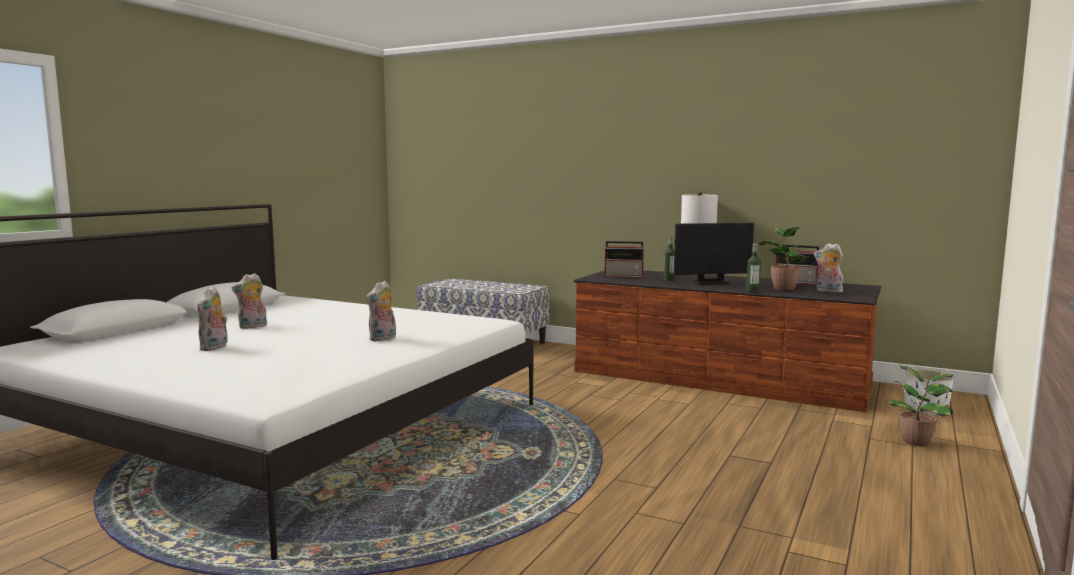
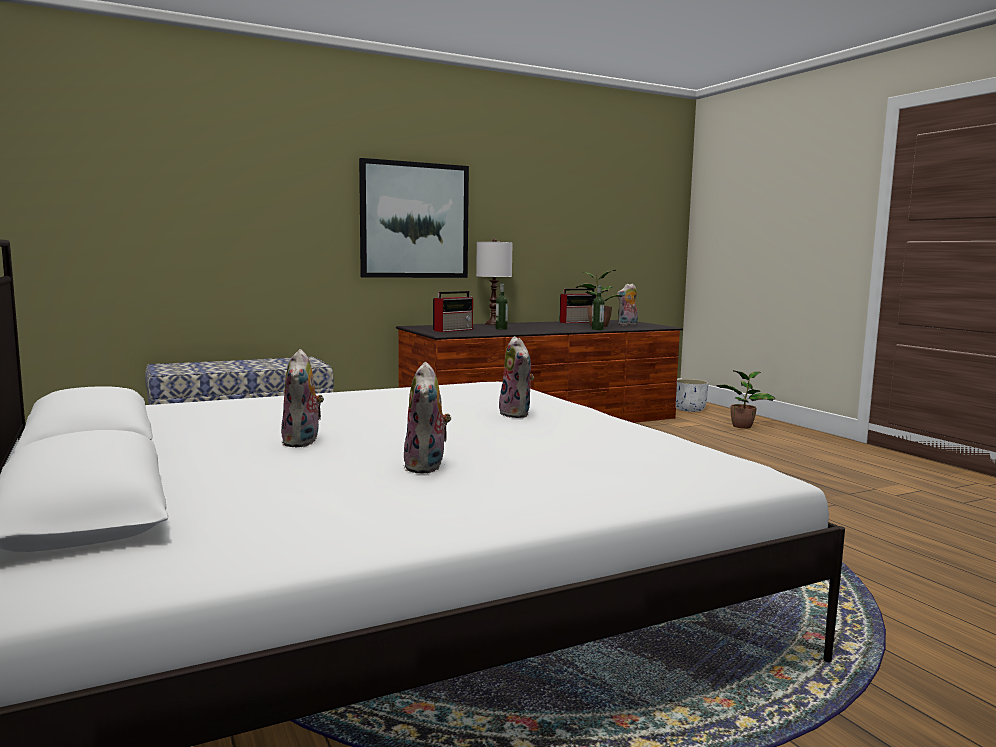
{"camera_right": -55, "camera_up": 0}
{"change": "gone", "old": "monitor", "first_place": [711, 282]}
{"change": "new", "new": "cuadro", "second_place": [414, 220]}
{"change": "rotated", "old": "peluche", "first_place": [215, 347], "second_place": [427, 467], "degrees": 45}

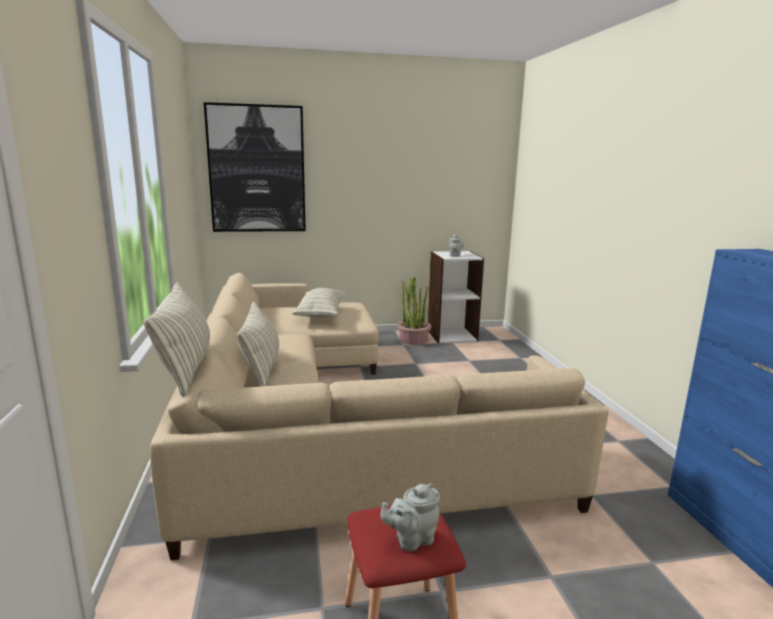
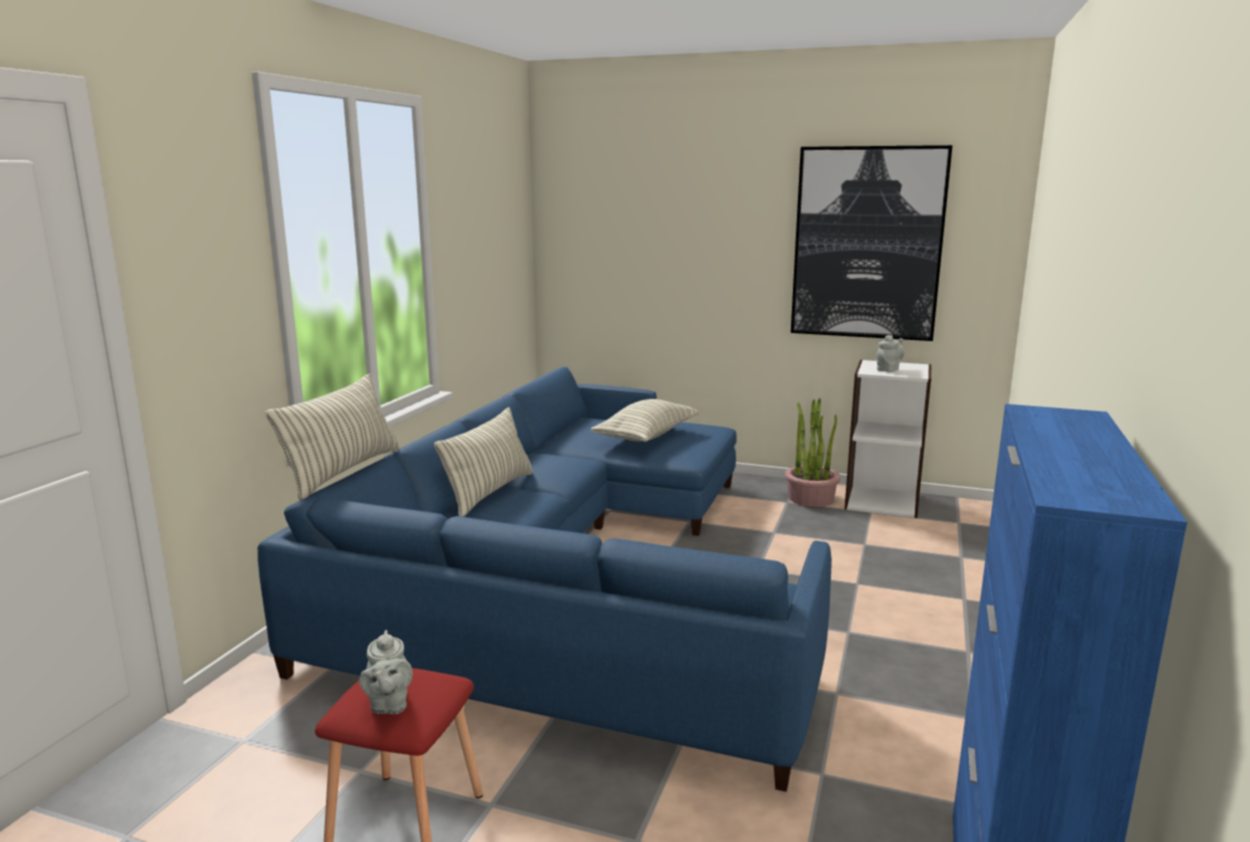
{"camera_right": 30, "camera_up": 0}
{"change": "shifted", "old": "cuadro", "first_place": [257, 169], "second_place": [867, 243]}
{"change": "repainted", "old": "sofá [beis]", "new": "sofá [azul]", "first_place": [318, 417], "second_place": [566, 574]}
{"change": "rotated", "old": "tetera [gris]", "first_place": [411, 539], "second_place": [389, 704], "degrees": -105}

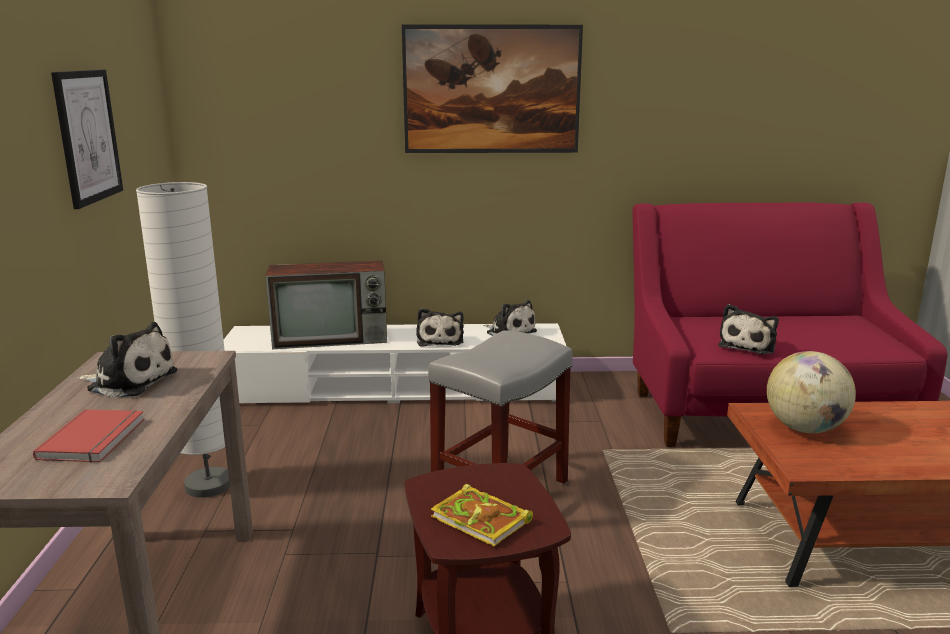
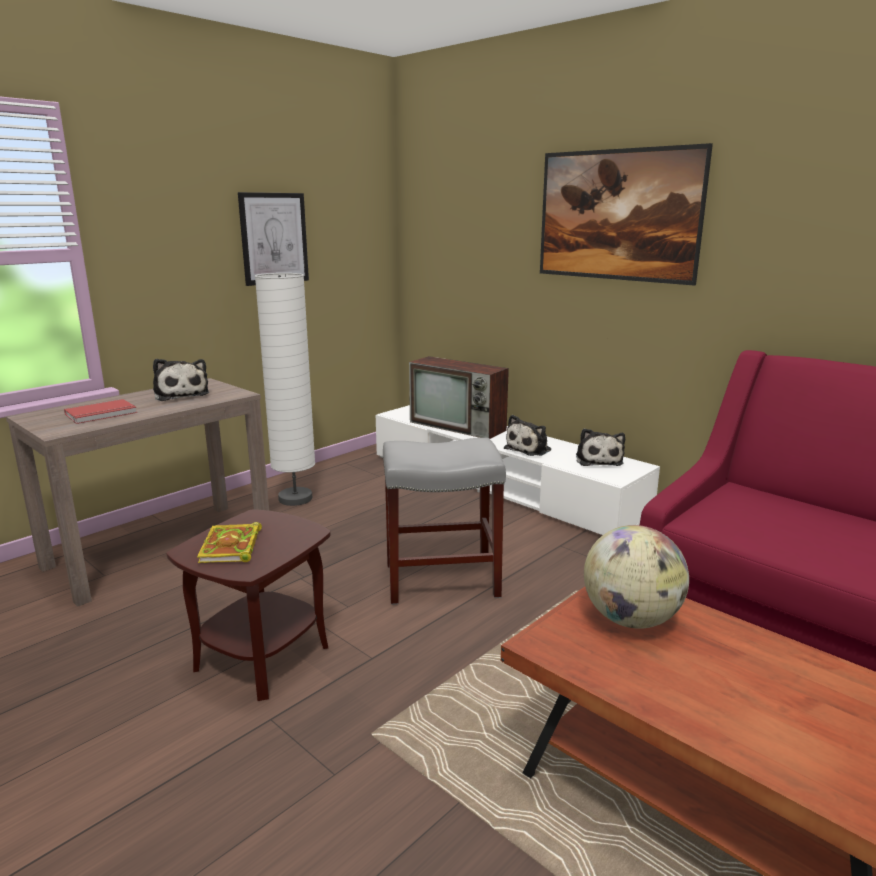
{"camera_right": 45, "camera_up": 0}
{"change": "gone", "old": "peluche", "first_place": [748, 345]}

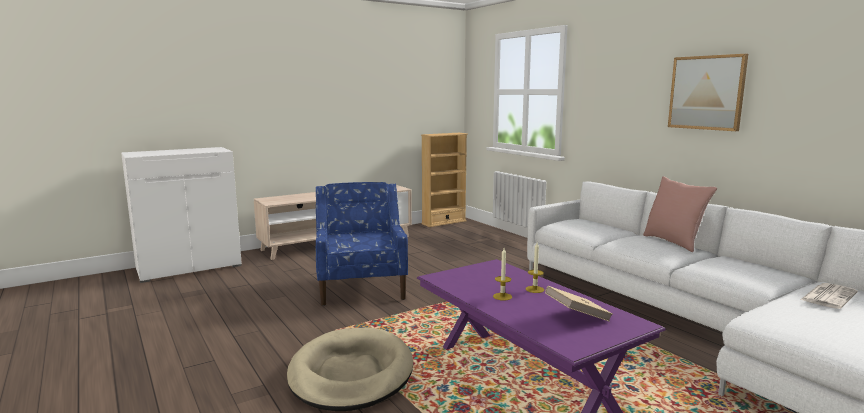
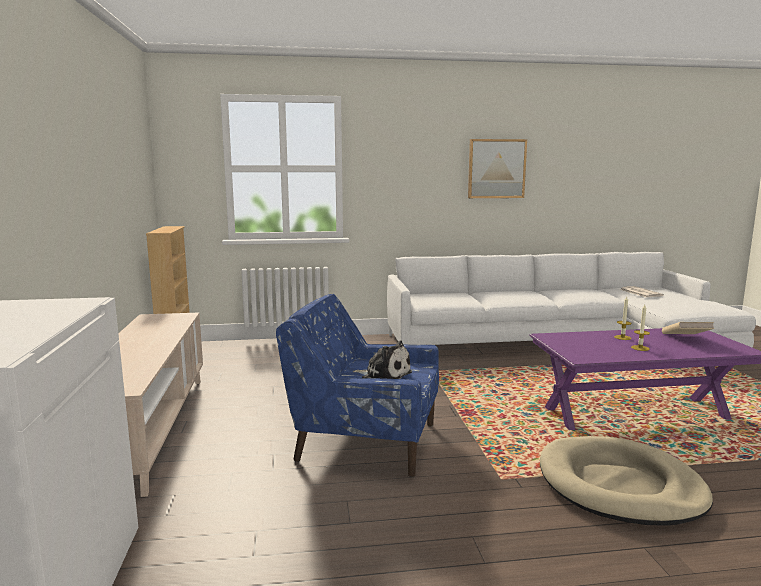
{"camera_right": -65, "camera_up": 0}
{"change": "gone", "old": "cojín [rosa]", "first_place": [673, 242]}
{"change": "new", "new": "peluche", "second_place": [384, 376]}

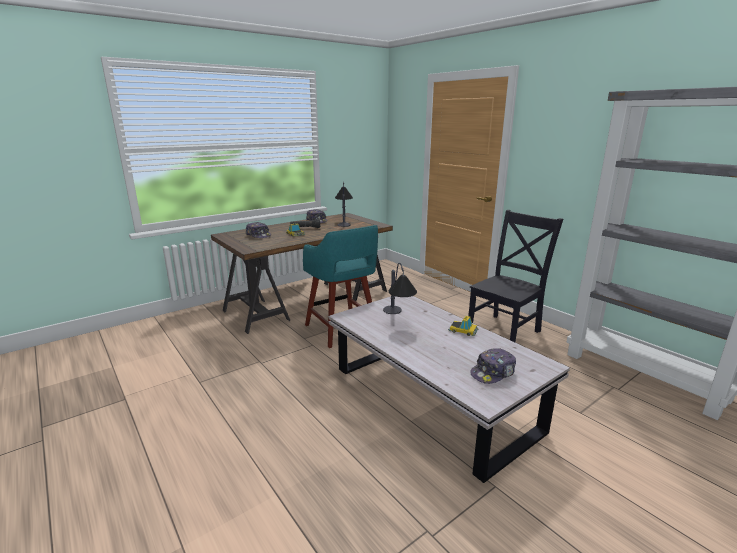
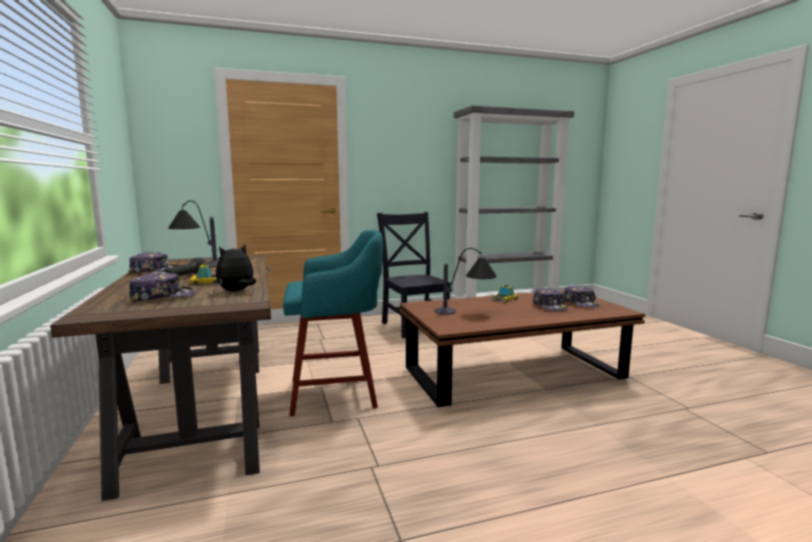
{"camera_right": -70, "camera_up": -10}
{"change": "new", "new": "peluche", "second_place": [237, 291]}
{"change": "new", "new": "gorra", "second_place": [549, 306]}
{"change": "repainted", "old": "mesa de centro [blanco]", "new": "mesa de centro [marrón]", "first_place": [432, 400], "second_place": [514, 374]}

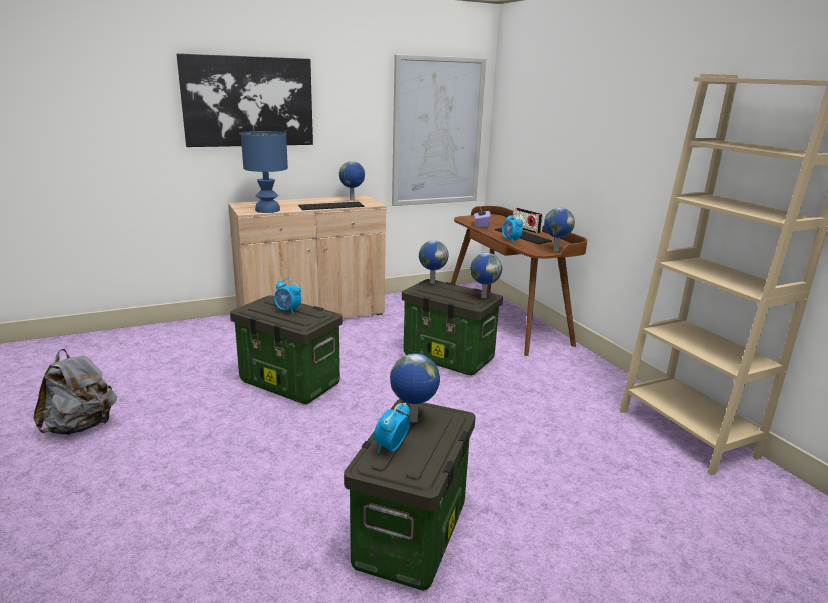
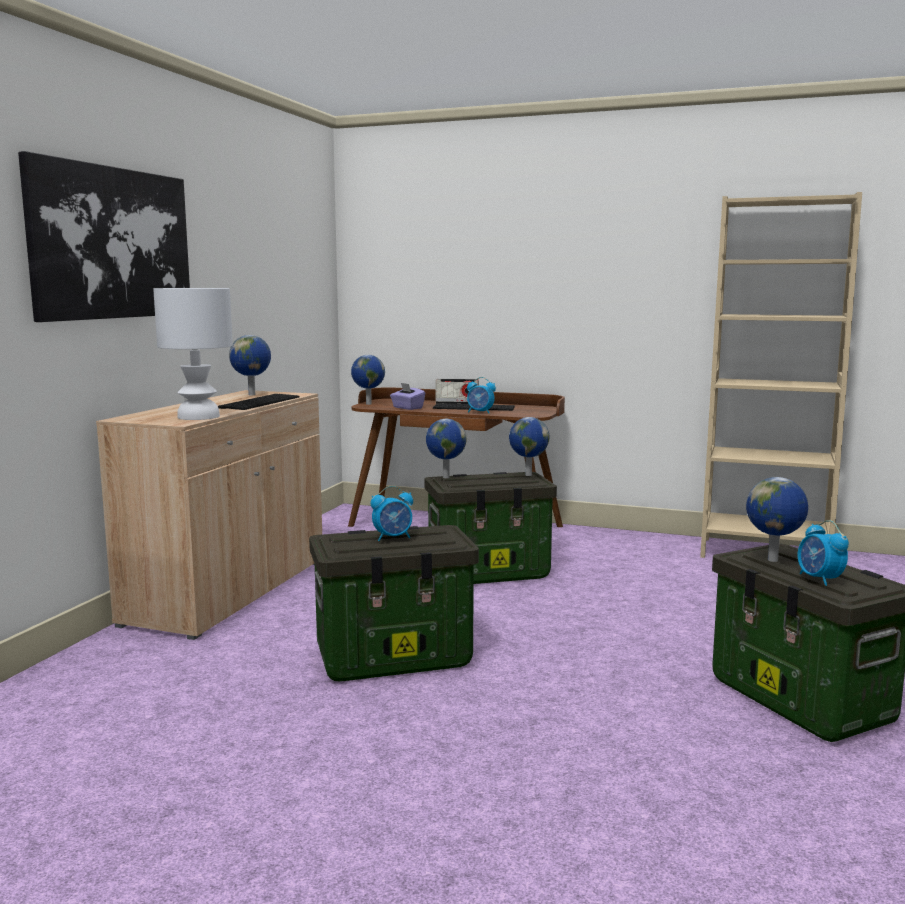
{"camera_right": -45, "camera_up": -10}
{"change": "gone", "old": "mochila [gris]", "first_place": [81, 426]}
{"change": "gone", "old": "cuadro", "first_place": [437, 132]}
{"change": "shifted", "old": "globo terráqueo", "first_place": [555, 250], "second_place": [368, 404]}
{"change": "repainted", "old": "lámpara de mesa [azul]", "new": "lámpara de mesa [blanco]", "first_place": [268, 210], "second_place": [199, 416]}

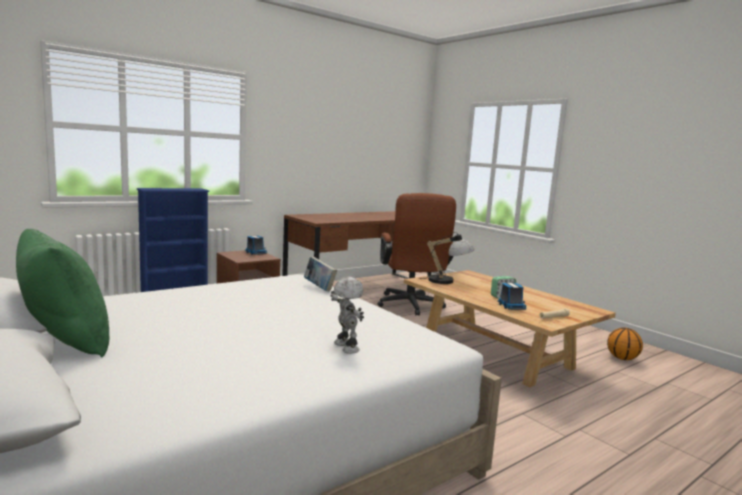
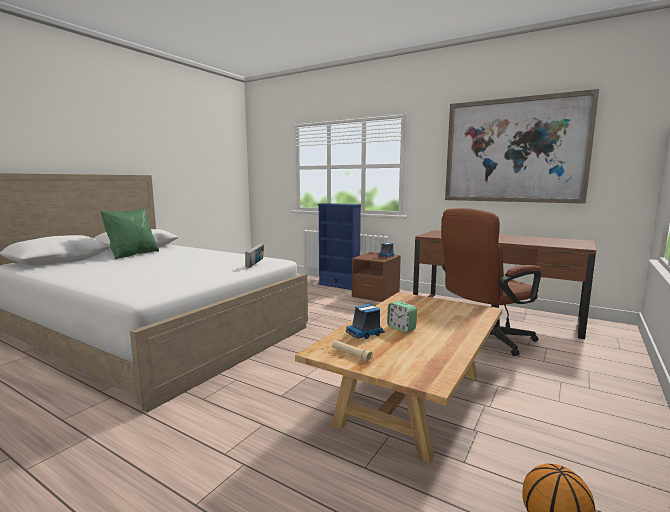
{"camera_right": 70, "camera_up": 0}
{"change": "gone", "old": "robot de juguete", "first_place": [345, 347]}
{"change": "gone", "old": "lámpara de mesa", "first_place": [448, 281]}
{"change": "new", "new": "cuadro", "second_place": [514, 151]}

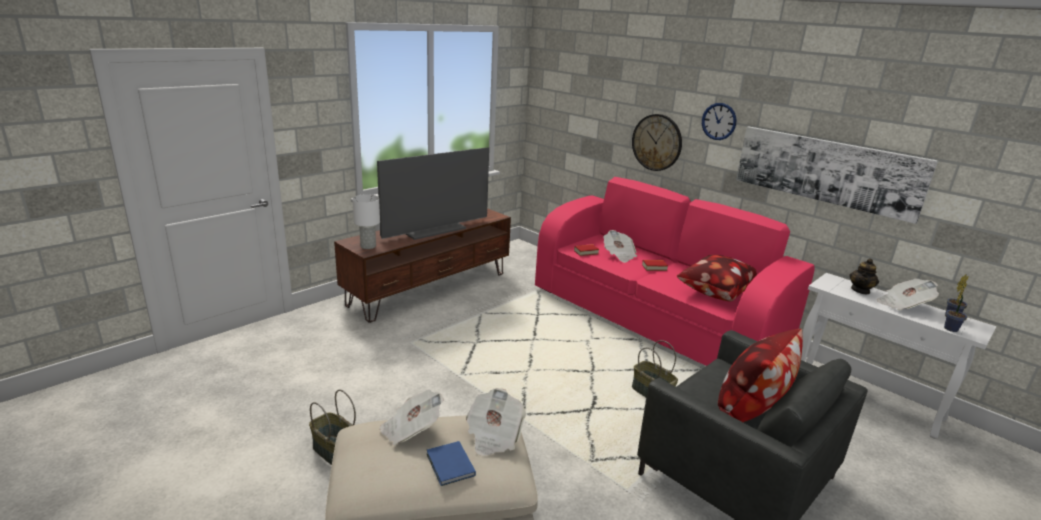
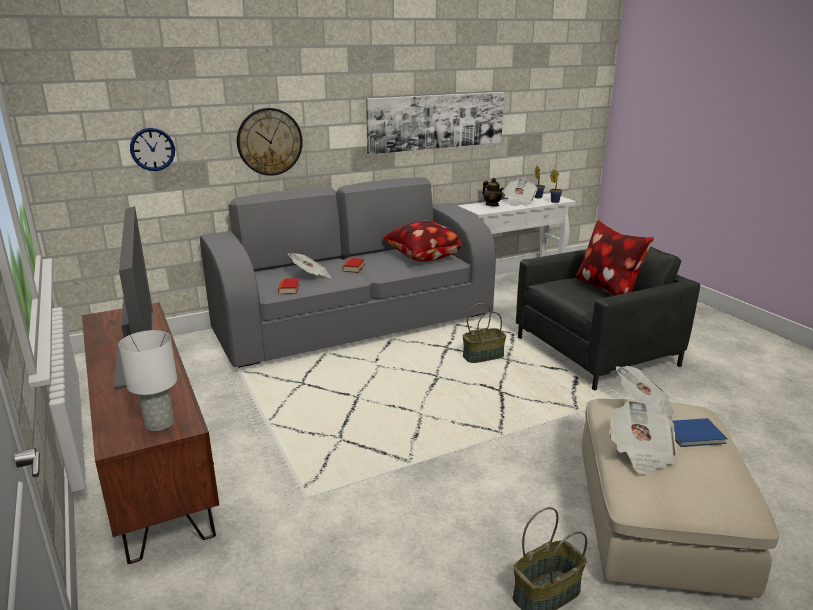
{"camera_right": -70, "camera_up": 0}
{"change": "shifted", "old": "reloj de pared", "first_place": [719, 121], "second_place": [152, 149]}
{"change": "repainted", "old": "sofá [rosa]", "new": "sofá [gris]", "first_place": [653, 319], "second_place": [356, 323]}

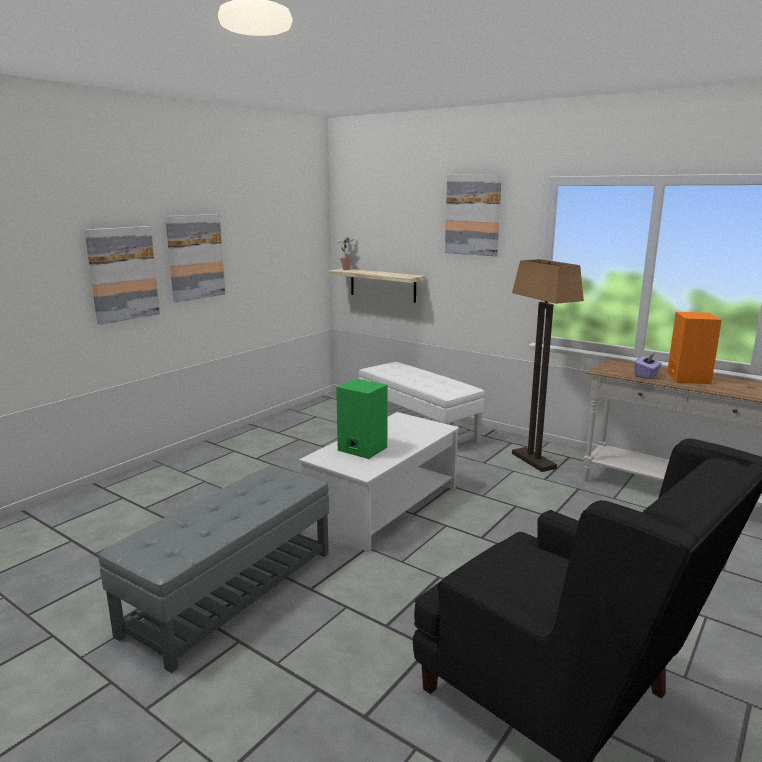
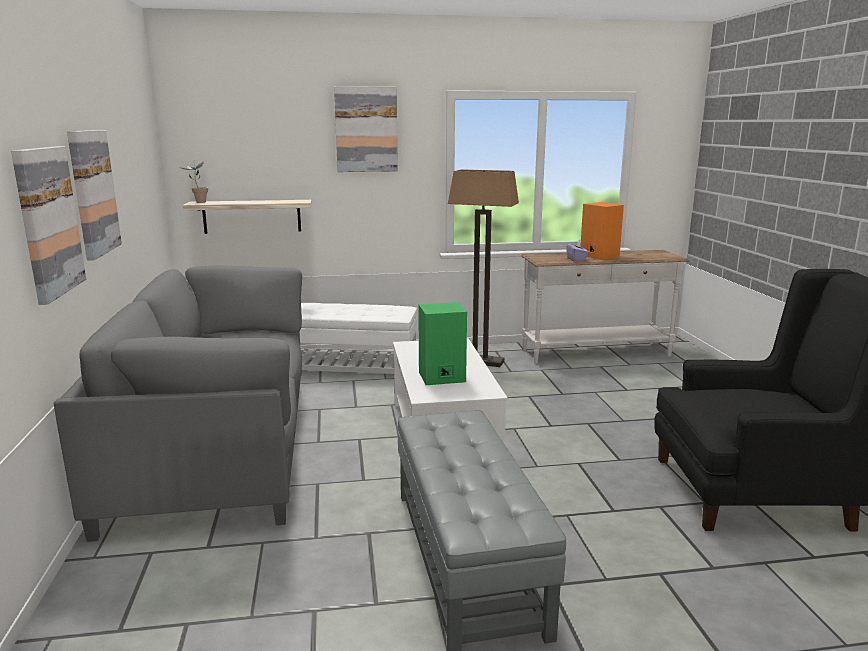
{"camera_right": -45, "camera_up": 0}
{"change": "new", "new": "sofá [gris]", "second_place": [218, 449]}

